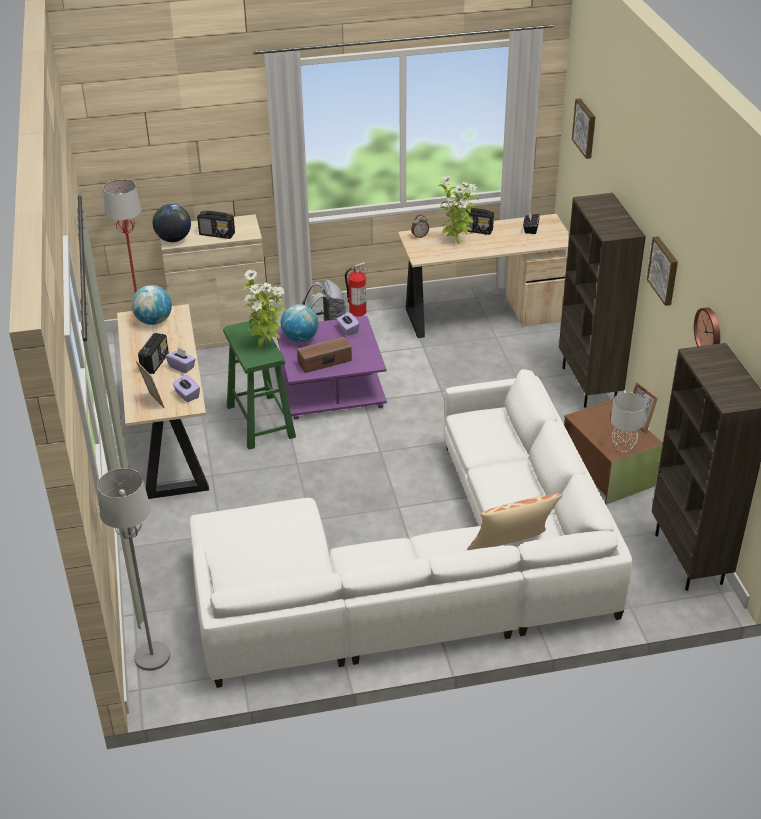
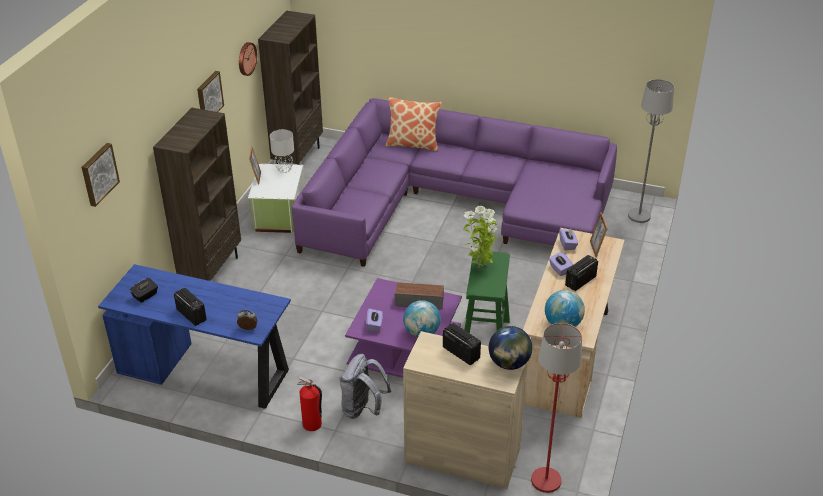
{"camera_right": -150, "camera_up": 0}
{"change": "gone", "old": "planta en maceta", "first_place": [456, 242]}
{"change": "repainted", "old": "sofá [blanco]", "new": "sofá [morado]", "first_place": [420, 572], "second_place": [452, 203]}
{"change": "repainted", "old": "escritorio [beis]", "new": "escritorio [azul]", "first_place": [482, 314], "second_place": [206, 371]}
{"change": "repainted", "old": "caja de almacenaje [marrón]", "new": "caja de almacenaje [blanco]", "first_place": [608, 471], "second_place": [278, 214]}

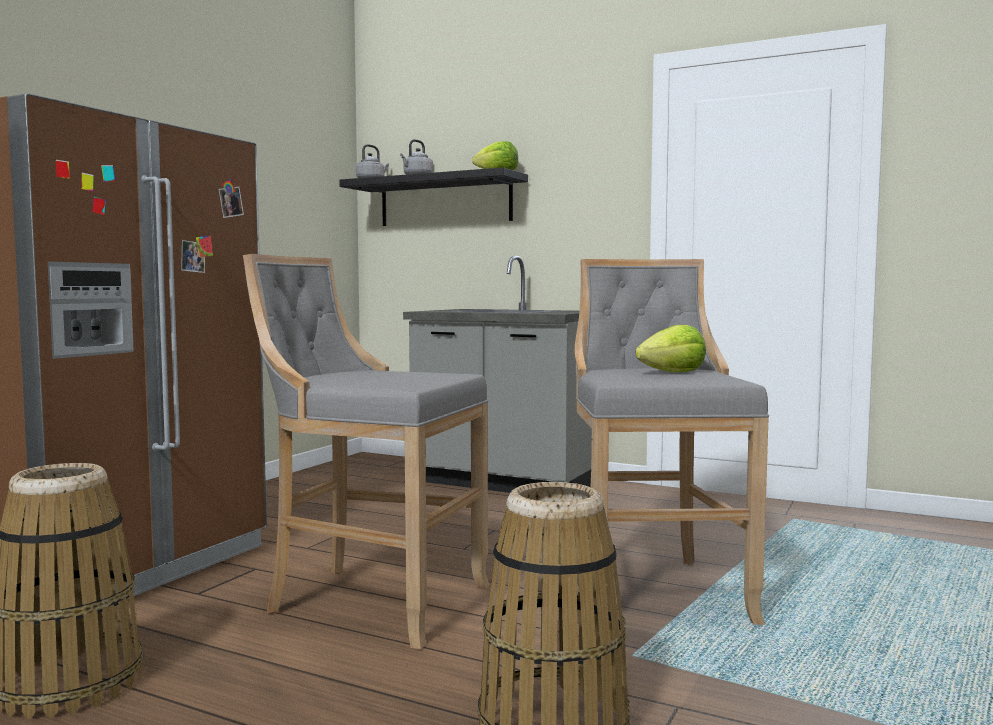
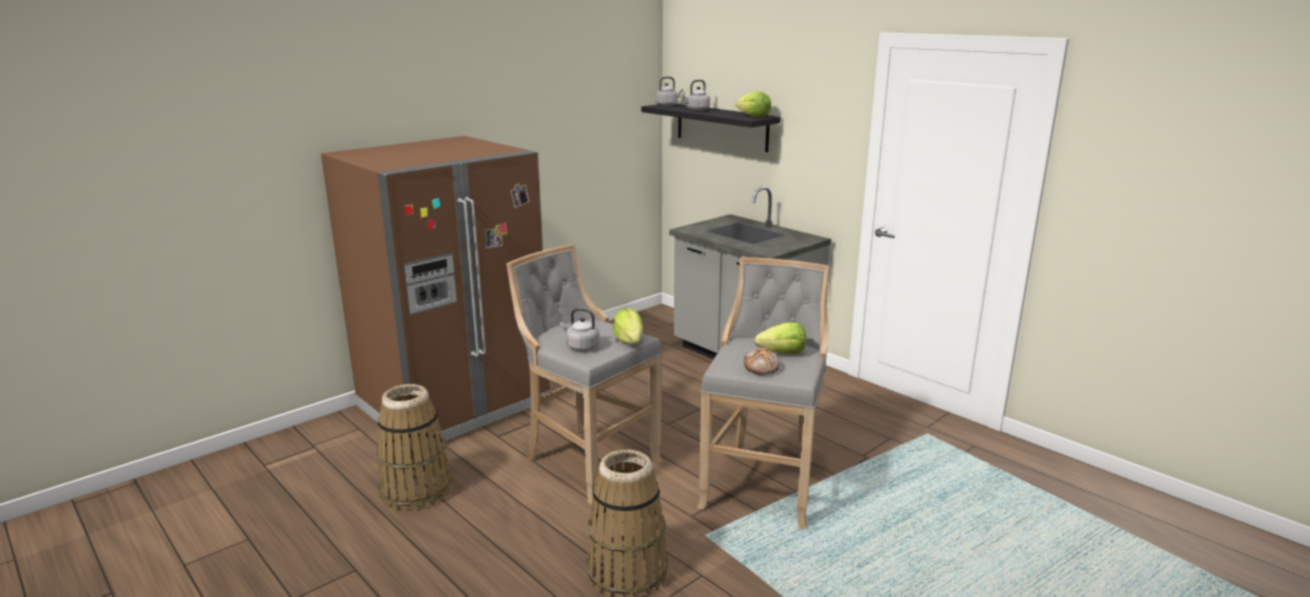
{"camera_right": 20, "camera_up": 15}
{"change": "new", "new": "hervidor [gris]", "second_place": [581, 347]}
{"change": "new", "new": "lechuga", "second_place": [629, 341]}
{"change": "new", "new": "pan", "second_place": [762, 368]}

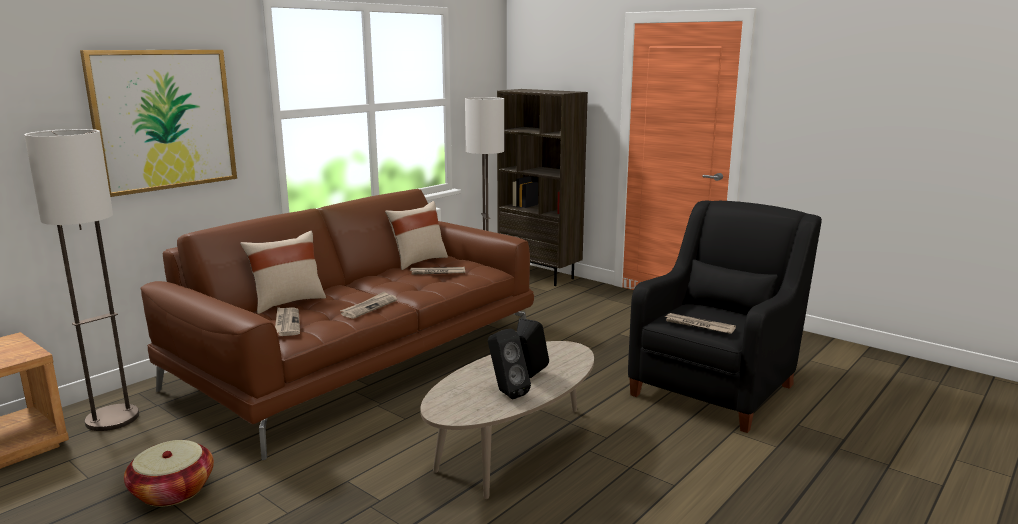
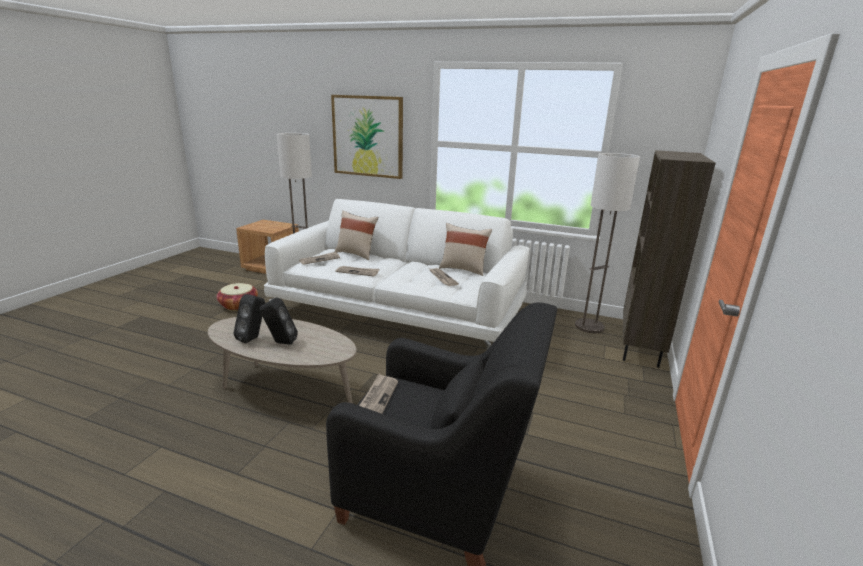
{"camera_right": 70, "camera_up": 5}
{"change": "repainted", "old": "sofá [marrón]", "new": "sofá [blanco]", "first_place": [363, 359], "second_place": [399, 313]}

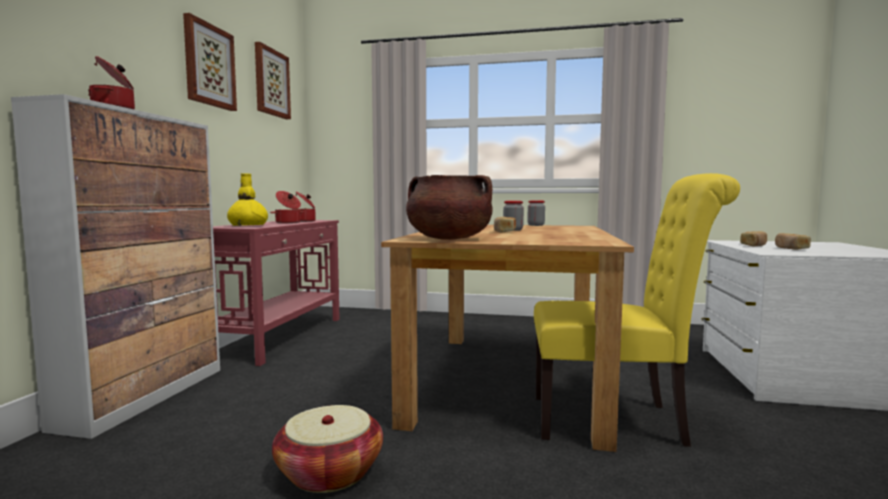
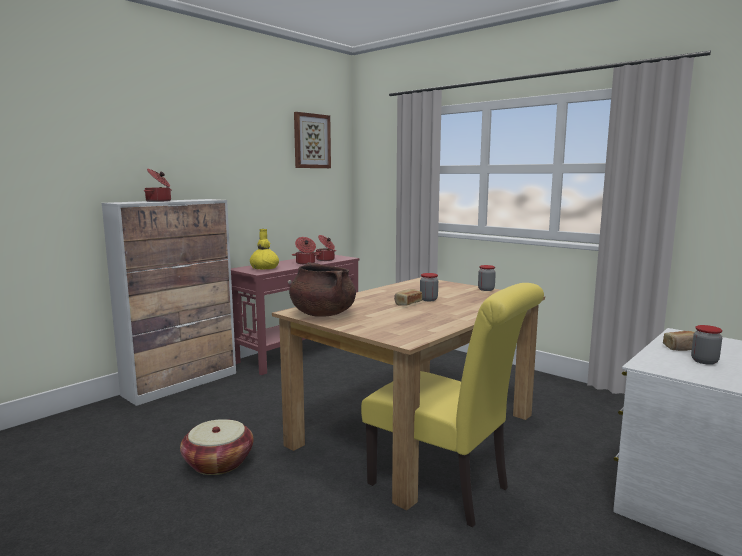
{"camera_right": 30, "camera_up": 5}
{"change": "gone", "old": "cuadro", "first_place": [209, 65]}
{"change": "swapped", "old": "pan", "new": "tarro", "first_place": [790, 248], "second_place": [704, 361]}

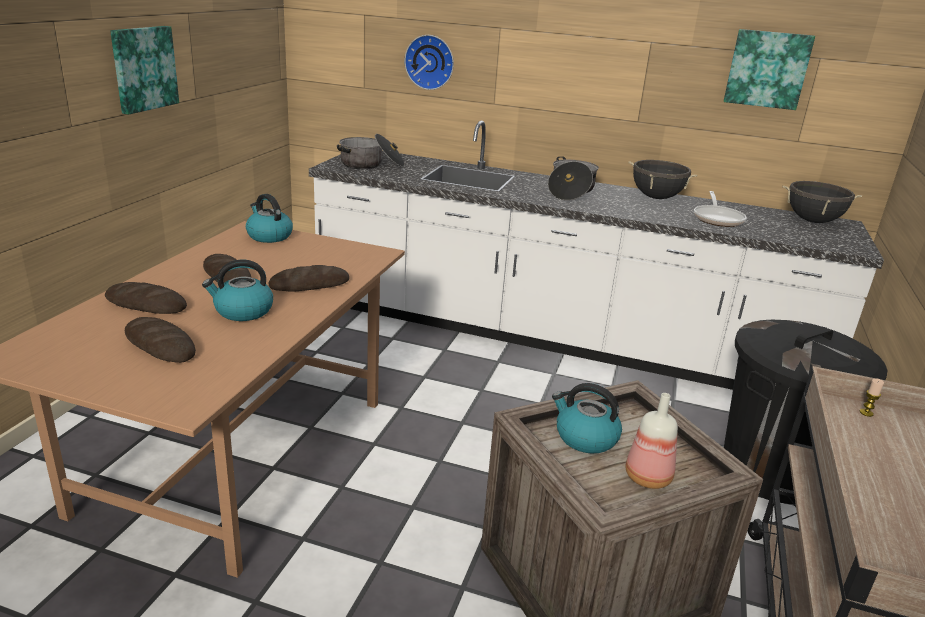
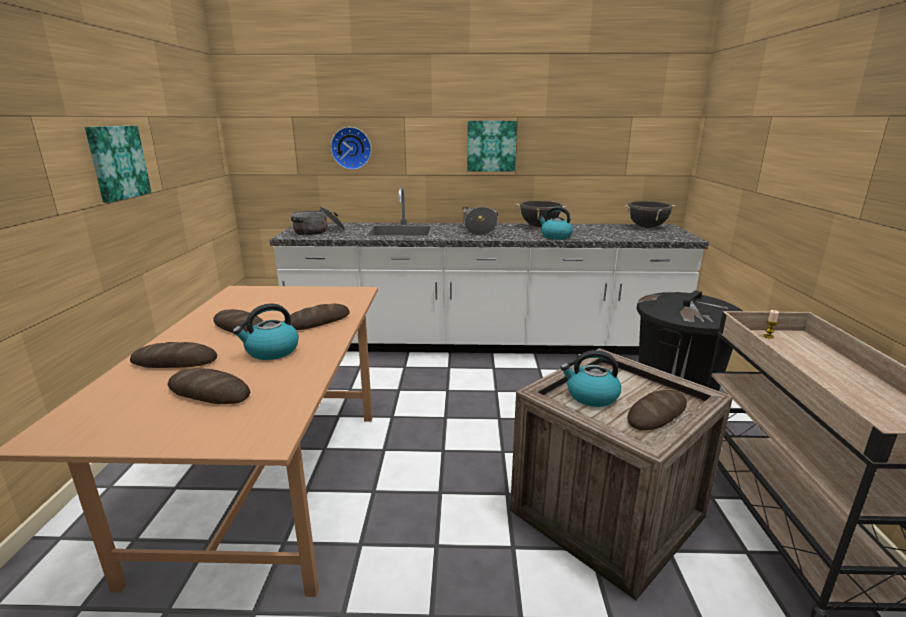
{"camera_right": -15, "camera_up": -5}
{"change": "gone", "old": "sartén", "first_place": [717, 218]}
{"change": "shifted", "old": "hervidor", "first_place": [269, 236], "second_place": [555, 236]}
{"change": "shifted", "old": "cuadro", "first_place": [767, 69], "second_place": [491, 146]}
{"change": "swapped", "old": "botella", "new": "pan", "first_place": [649, 478], "second_place": [657, 414]}

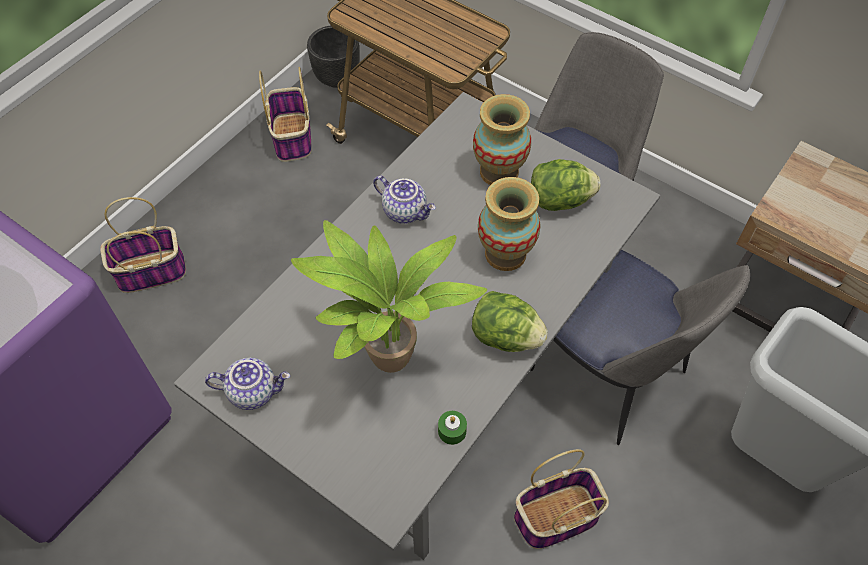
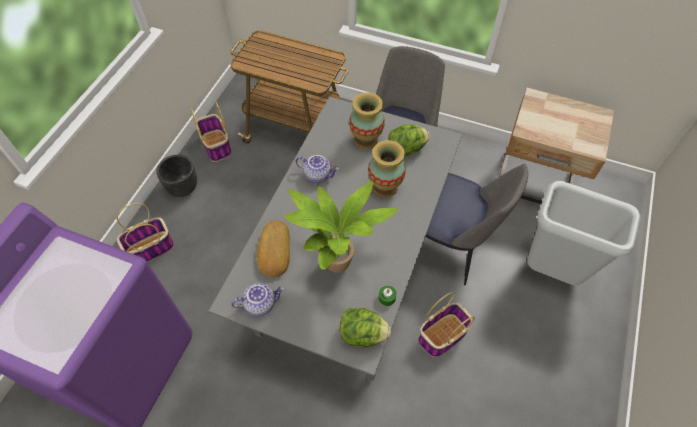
{"camera_right": -15, "camera_up": 0}
{"change": "new", "new": "pan", "second_place": [273, 251]}
{"change": "shifted", "old": "maceta [negro]", "first_place": [336, 78], "second_place": [182, 188]}
{"change": "shifted", "old": "lechuga", "first_place": [505, 336], "second_place": [362, 334]}

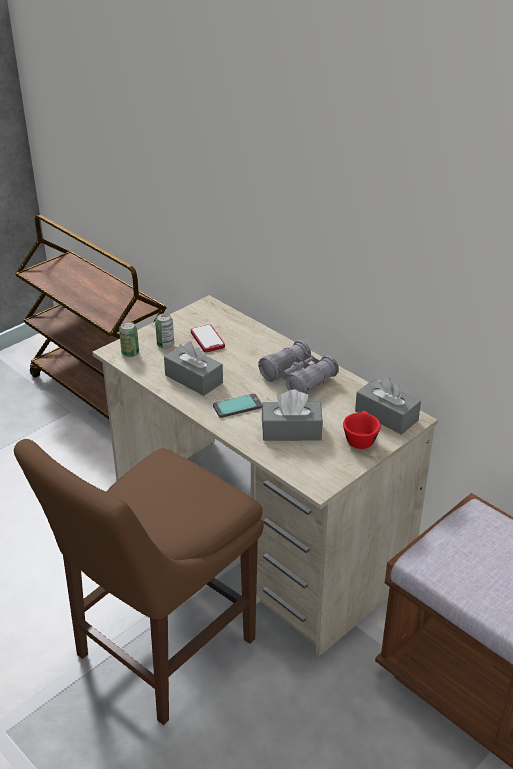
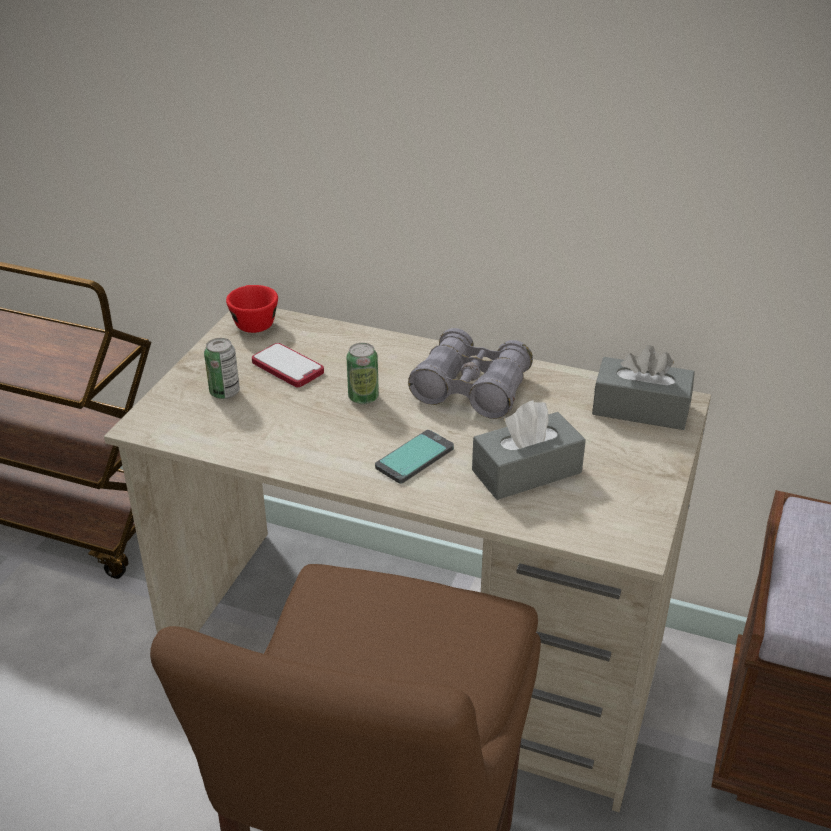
{"camera_right": -25, "camera_up": 0}
{"change": "gone", "old": "caja de pañuelos [gris]", "first_place": [194, 379]}
{"change": "shifted", "old": "lata", "first_place": [130, 353], "second_place": [363, 397]}
{"change": "shifted", "old": "taza [rojo]", "first_place": [360, 438], "second_place": [253, 321]}

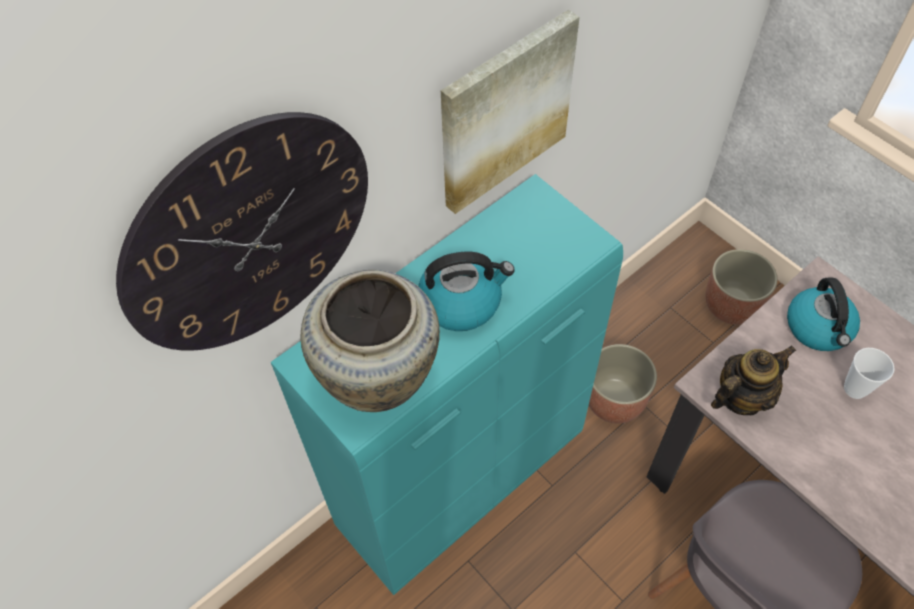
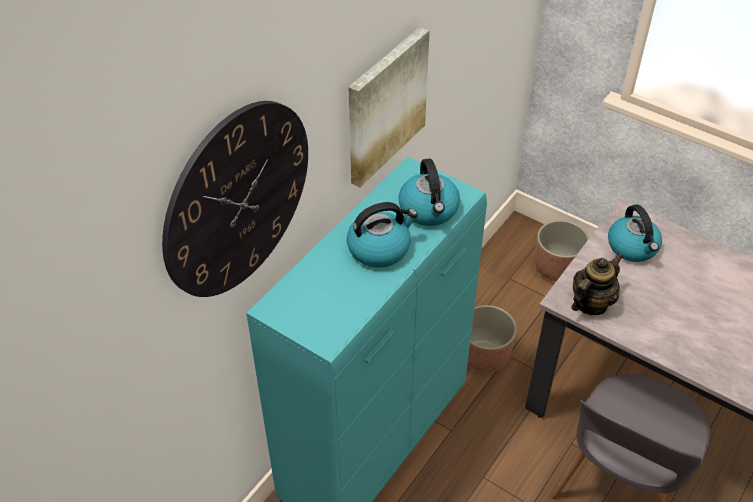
{"camera_right": -15, "camera_up": -10}
{"change": "gone", "old": "florero [beis]", "first_place": [380, 376]}
{"change": "gone", "old": "taza", "first_place": [855, 389]}
{"change": "new", "new": "hervidor", "second_place": [429, 210]}

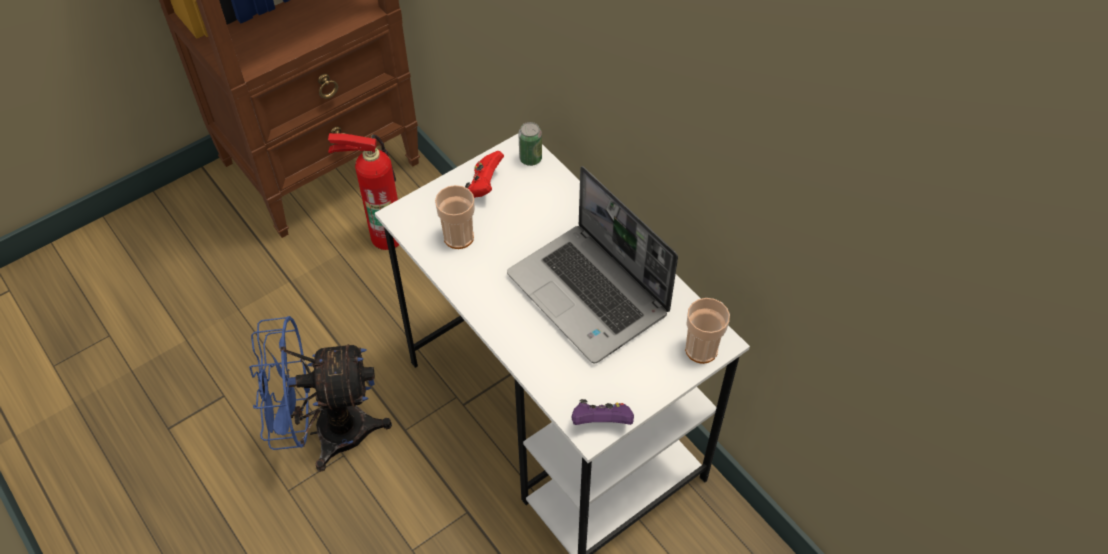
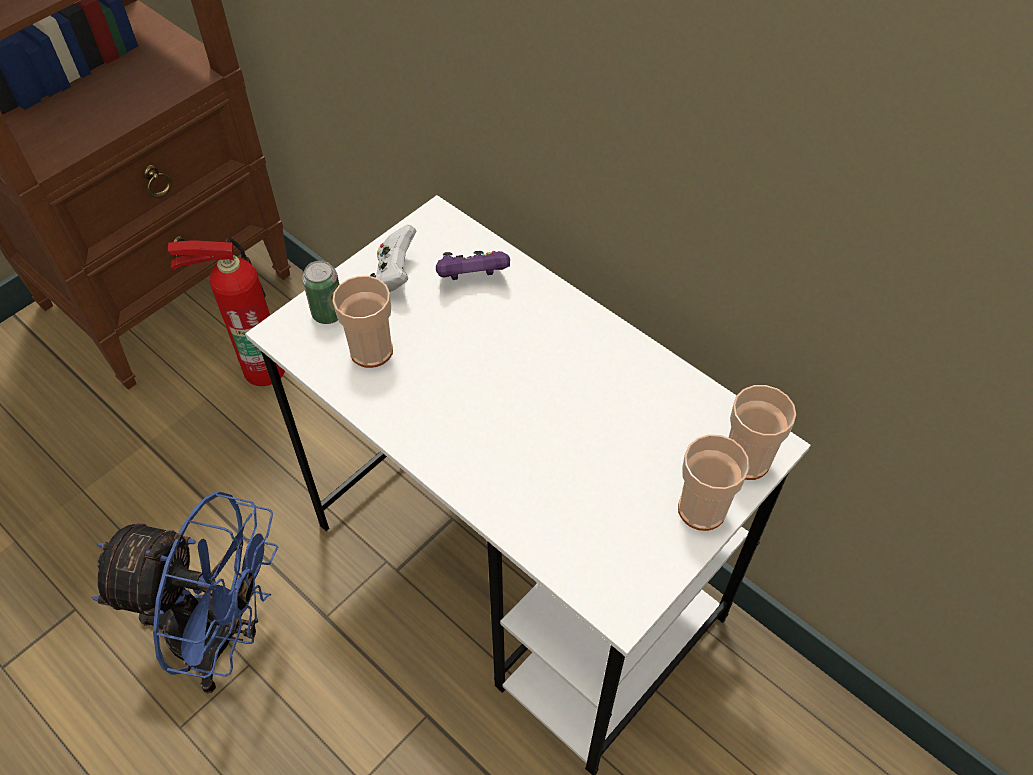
{"camera_right": -10, "camera_up": 0}
{"change": "gone", "old": "portátil", "first_place": [590, 294]}
{"change": "new", "new": "taza", "second_place": [701, 509]}
{"change": "shifted", "old": "lata", "first_place": [530, 158], "second_place": [328, 313]}
{"change": "shifted", "old": "mando de consola [morado]", "first_place": [601, 422], "second_place": [472, 278]}
{"change": "repainted", "old": "mando de consola [rojo]", "new": "mando de consola [blanco]", "first_place": [484, 185], "second_place": [394, 276]}
{"change": "rotated", "old": "ventilador [azul]", "first_place": [327, 432], "second_place": [222, 637], "degrees": -150}

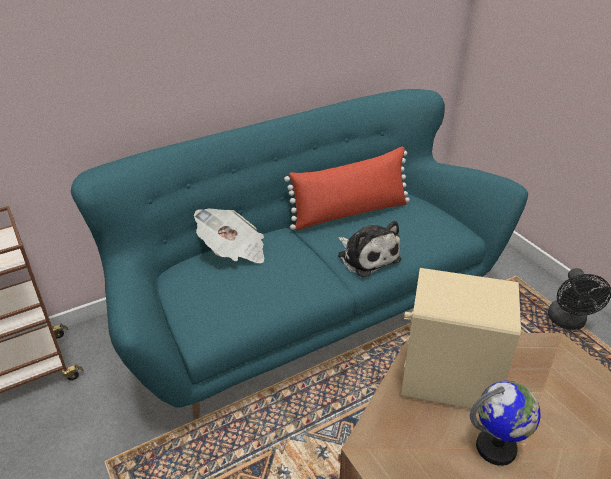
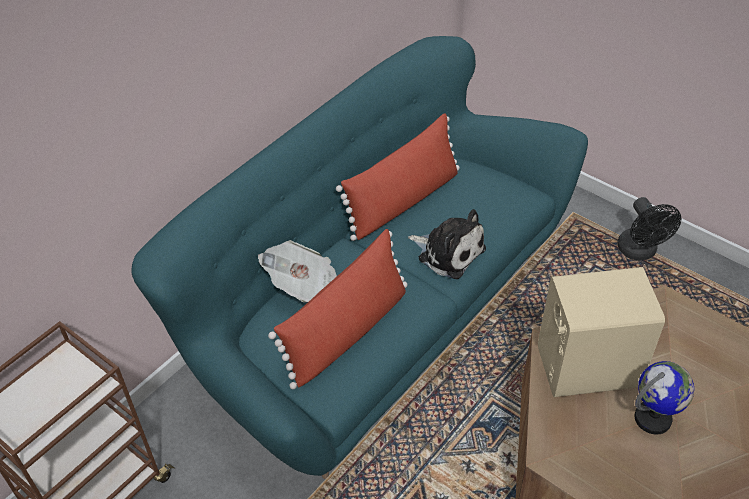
{"camera_right": -20, "camera_up": 10}
{"change": "new", "new": "cojín [rojo]", "second_place": [347, 331]}

